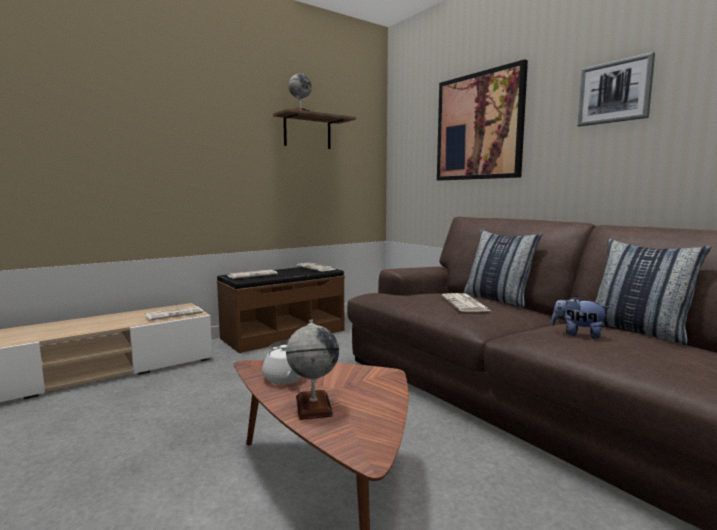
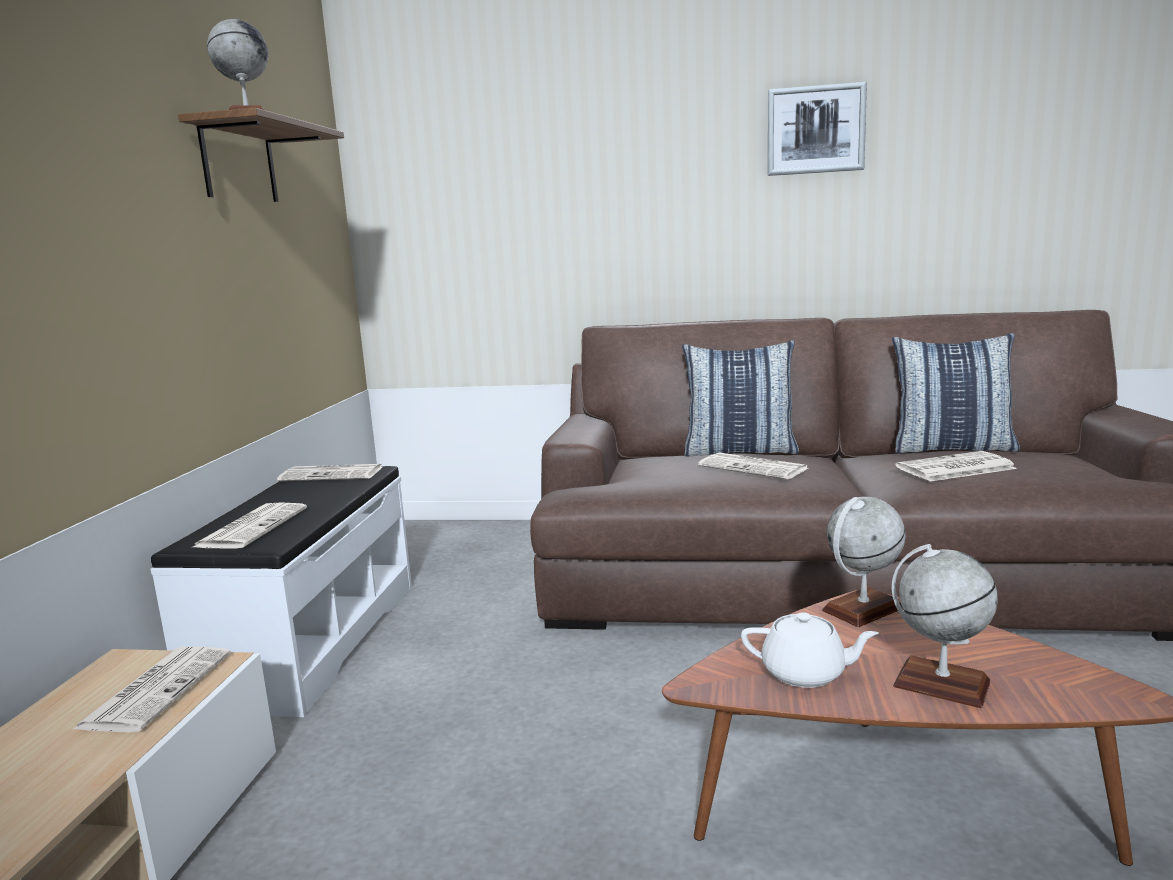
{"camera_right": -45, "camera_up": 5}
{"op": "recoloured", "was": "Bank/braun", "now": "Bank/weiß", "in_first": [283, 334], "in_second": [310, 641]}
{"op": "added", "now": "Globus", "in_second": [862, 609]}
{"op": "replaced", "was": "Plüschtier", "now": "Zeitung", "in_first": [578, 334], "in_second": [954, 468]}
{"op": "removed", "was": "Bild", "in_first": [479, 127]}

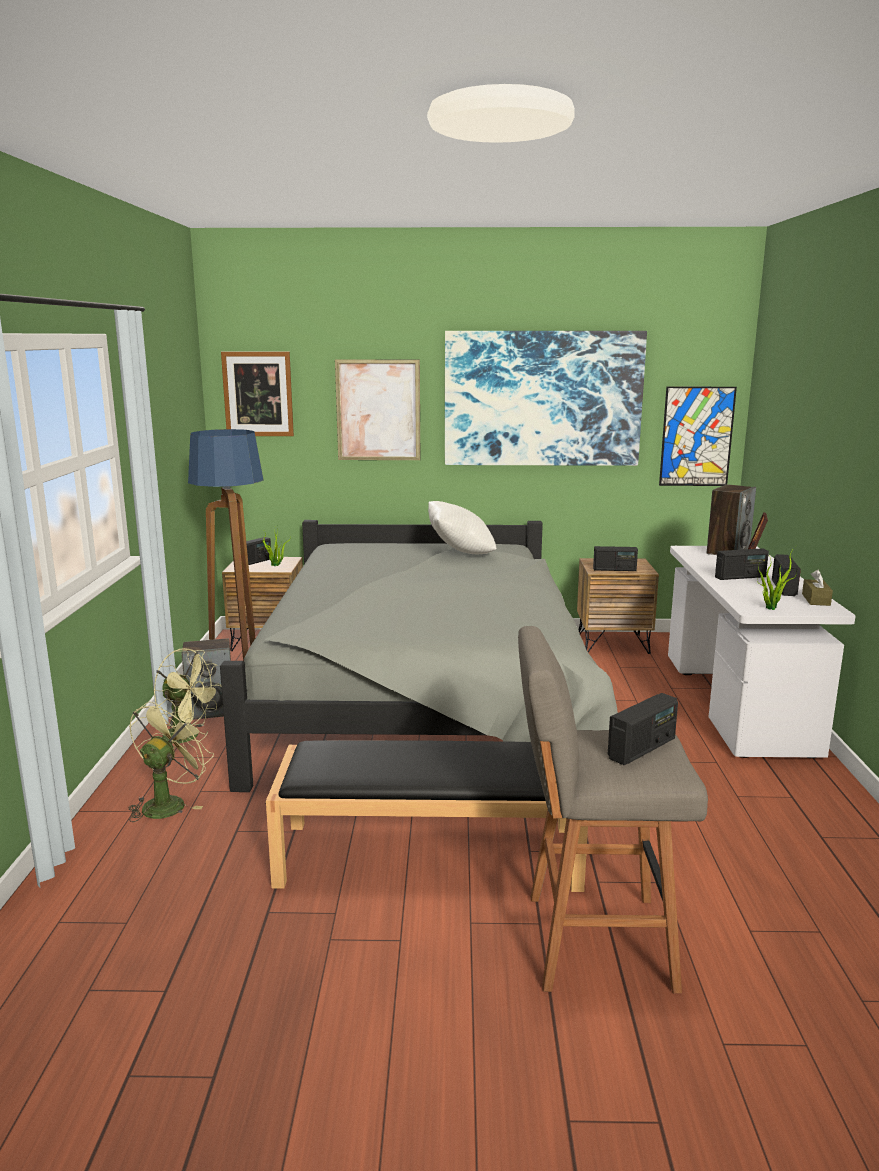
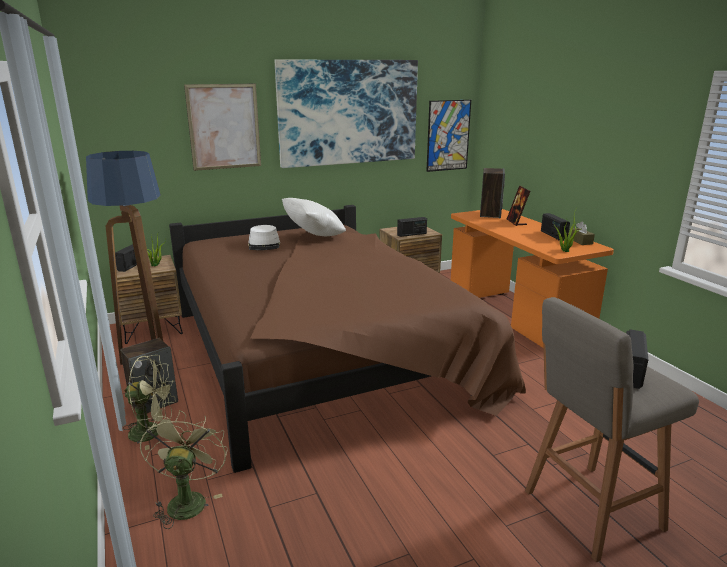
{"camera_right": -25, "camera_up": 5}
{"op": "recoloured", "was": "Bett/grau", "now": "Bett/braun", "in_first": [429, 701], "in_second": [324, 354]}
{"op": "added", "now": "Hut/weiß", "in_second": [264, 245]}
{"op": "recoloured", "was": "Schreibtisch/weiß", "now": "Schreibtisch/orange", "in_first": [737, 702], "in_second": [515, 313]}
{"op": "removed", "was": "Bild", "in_first": [258, 394]}
{"op": "removed", "was": "Bank/schwarz", "in_first": [431, 854]}
{"op": "removed", "was": "Radio", "in_first": [740, 577]}

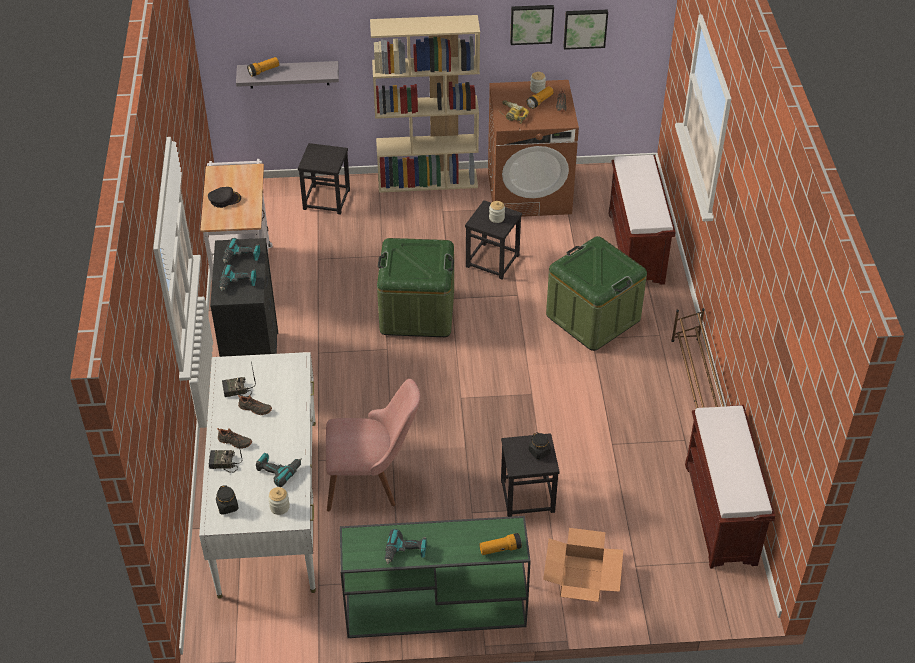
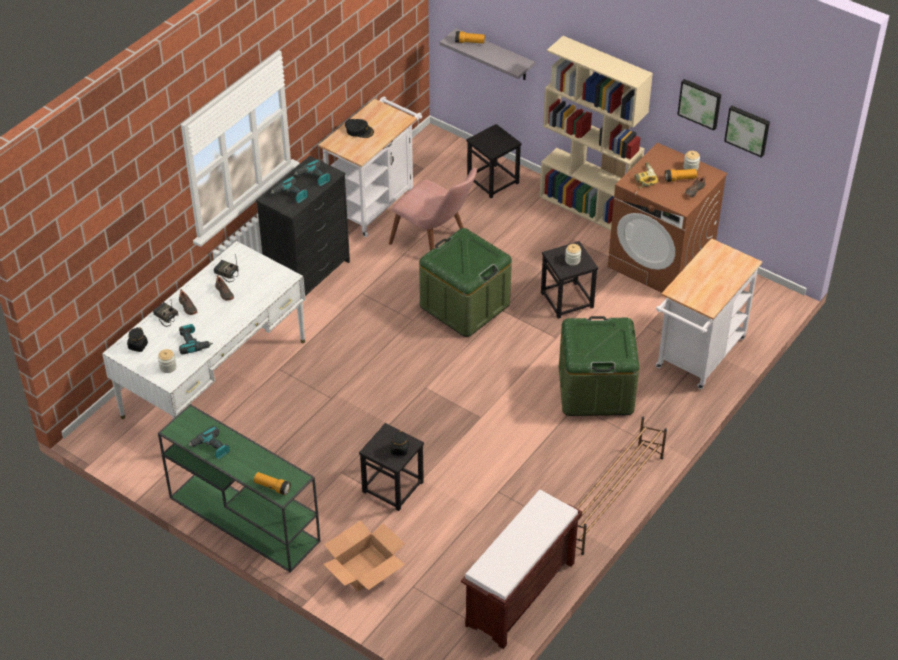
{"camera_right": 40, "camera_up": 0}
{"op": "moved", "was": "Stuhl/rosa", "in_first": [372, 480], "in_second": [436, 242]}
{"op": "replaced", "was": "Bank/braun", "now": "Rollwagen/weiß", "in_first": [636, 248], "in_second": [697, 357]}

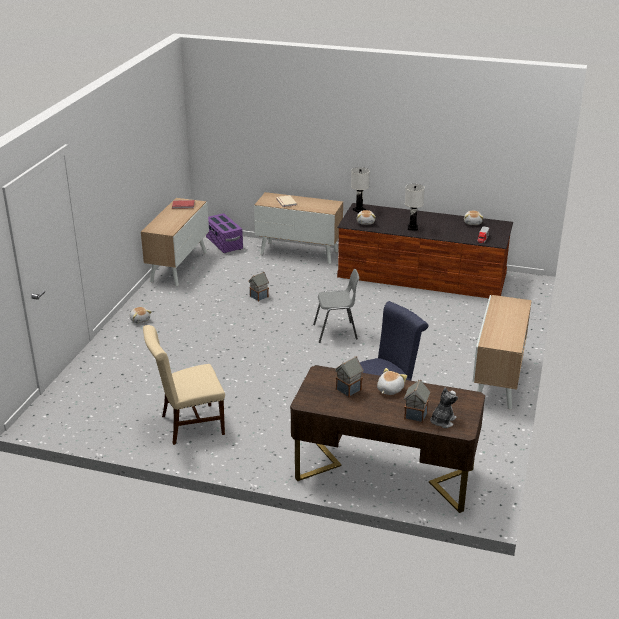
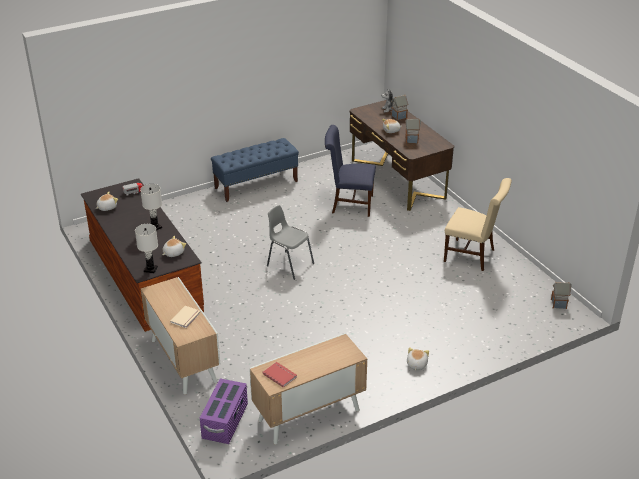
{"camera_right": -135, "camera_up": 5}
{"op": "replaced", "was": "Schrank", "now": "Bank/blau", "in_first": [498, 380], "in_second": [256, 184]}
{"op": "moved", "was": "Spielzeughaus", "in_first": [259, 297], "in_second": [559, 304]}

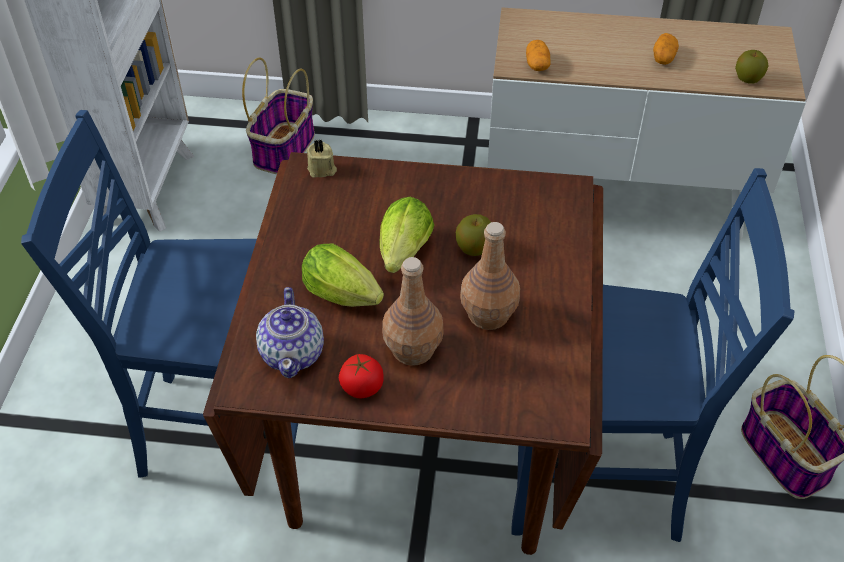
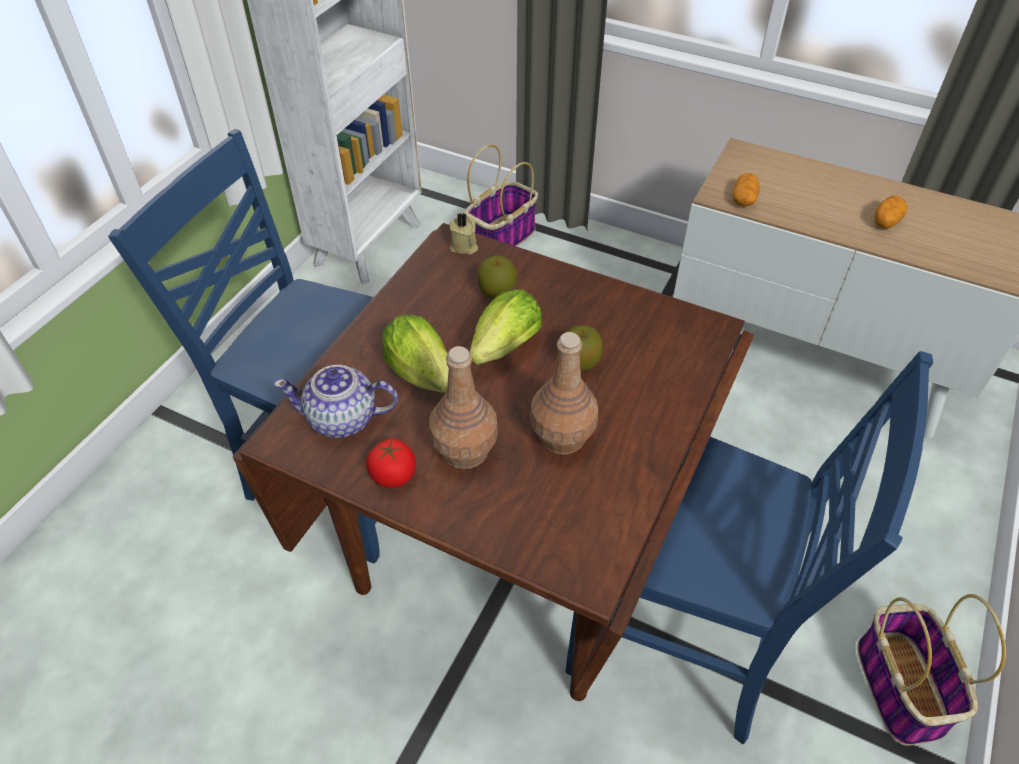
{"camera_right": 20, "camera_up": 0}
{"op": "turned", "was": "Teekanne", "in_first": [293, 353], "in_second": [343, 419], "clockwise": 75}
{"op": "moved", "was": "Apfel", "in_first": [748, 79], "in_second": [497, 292]}

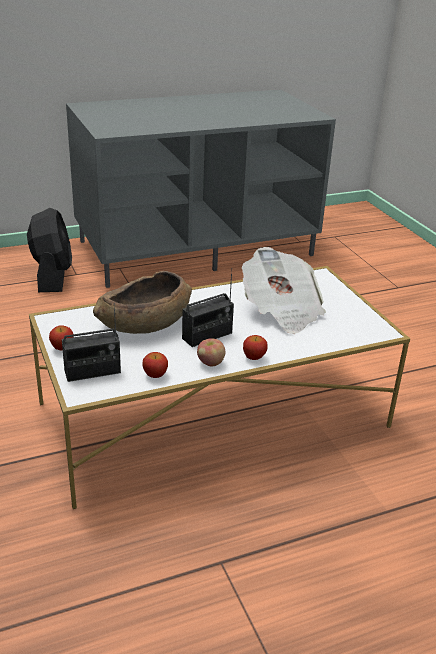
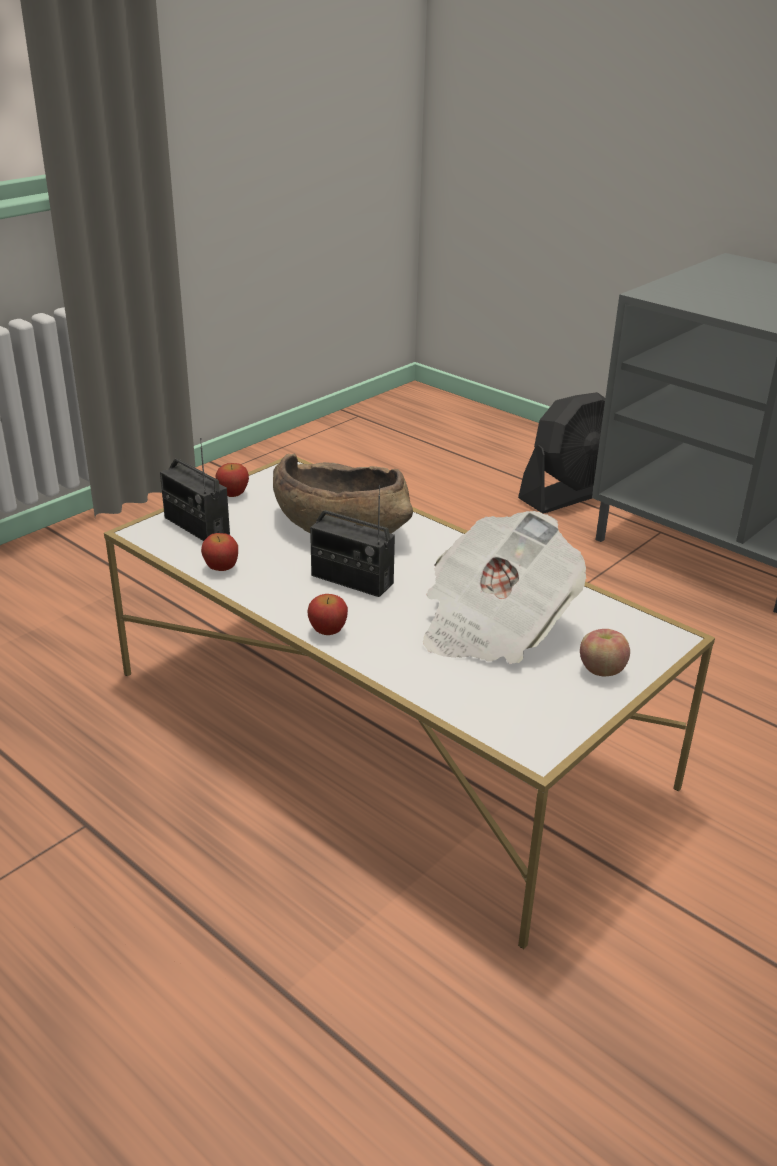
{"camera_right": 65, "camera_up": 0}
{"op": "moved", "was": "Apfel", "in_first": [210, 363], "in_second": [601, 670]}

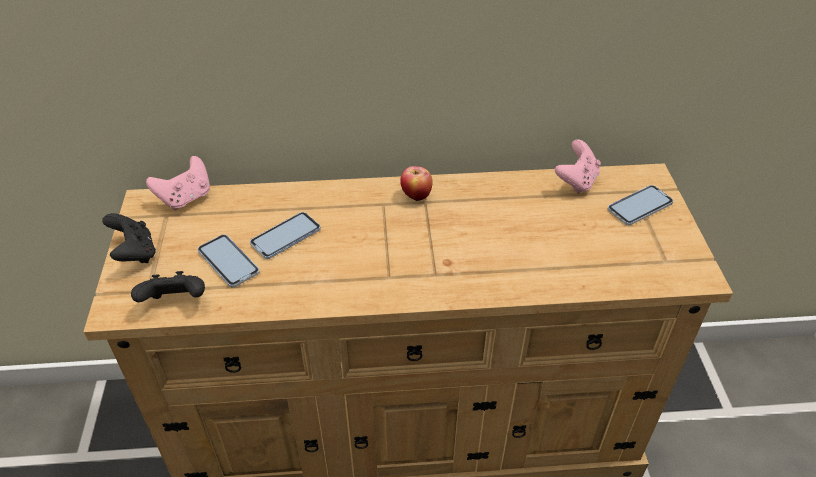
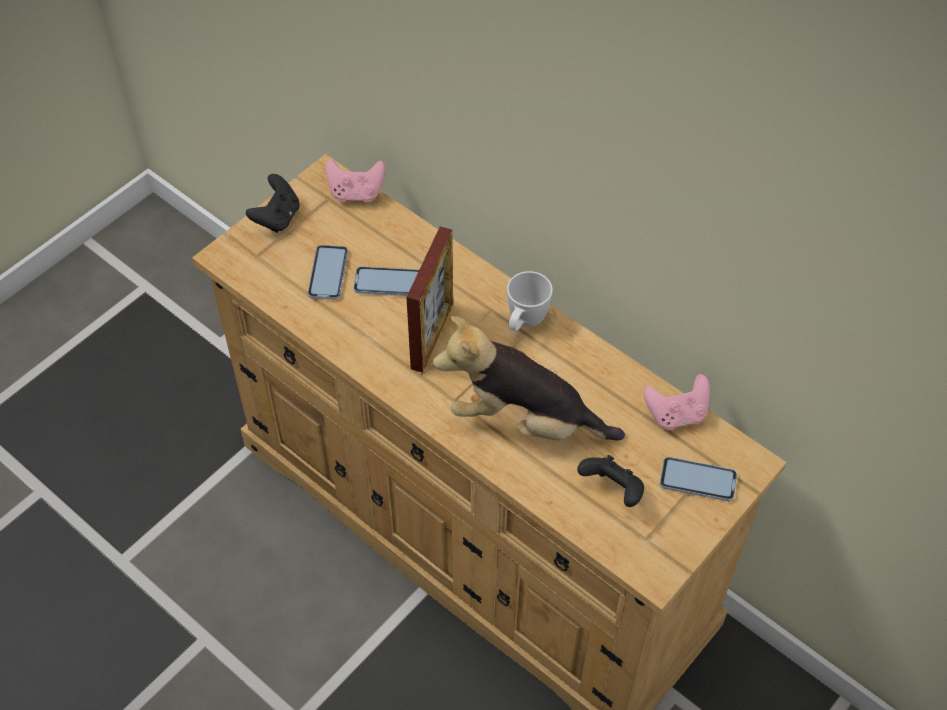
{"camera_right": 45, "camera_up": 10}
{"op": "added", "now": "Bilderrahmen", "in_second": [432, 335]}
{"op": "added", "now": "Plüschtier", "in_second": [524, 421]}
{"op": "replaced", "was": "Apfel", "now": "Henkelbecher/weiß", "in_first": [416, 196], "in_second": [524, 323]}
{"op": "moved", "was": "Gamepad/schwarz", "in_first": [176, 302], "in_second": [612, 490]}

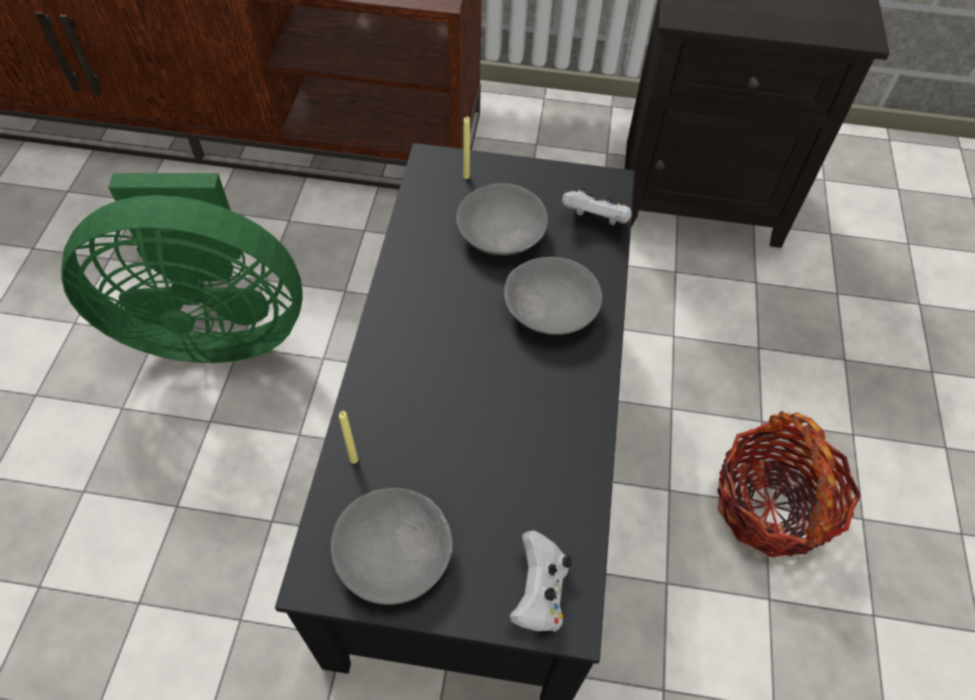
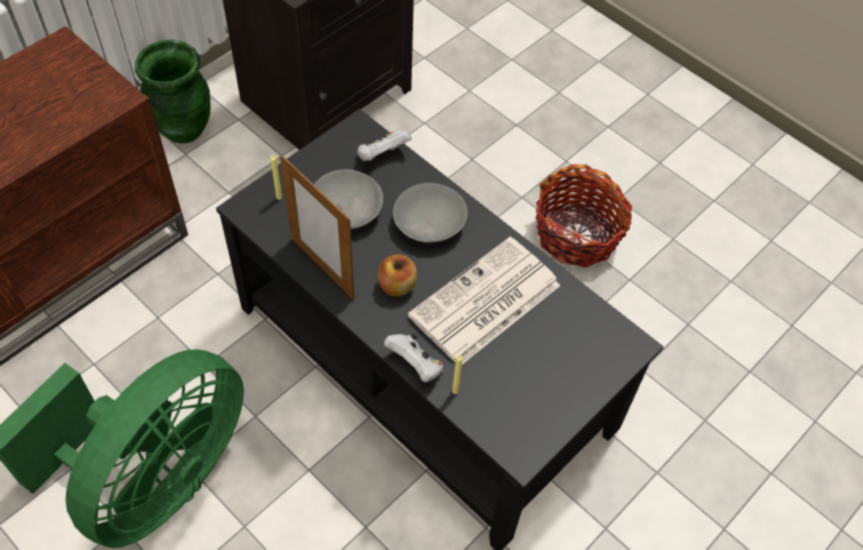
{"camera_right": -55, "camera_up": 0}
{"op": "added", "now": "Vase/grün", "in_second": [183, 128]}
{"op": "added", "now": "Bilderrahmen", "in_second": [322, 268]}
{"op": "added", "now": "Apfel", "in_second": [397, 286]}
{"op": "moved", "was": "Gamepad/weiß", "in_first": [539, 593], "in_second": [415, 365]}
{"op": "added", "now": "Zeitung", "in_second": [484, 303]}
{"op": "removed", "was": "Schüssel/grau", "in_first": [395, 554]}

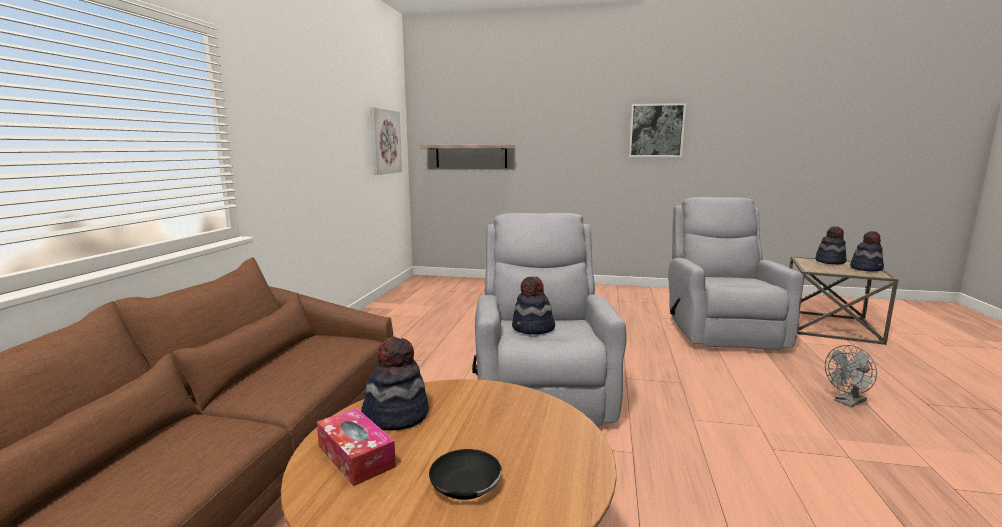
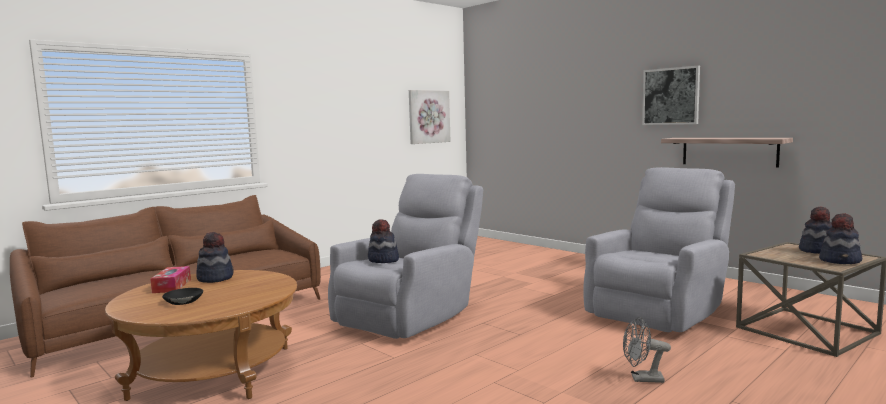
{"camera_right": 35, "camera_up": -5}
{"op": "moved", "was": "Wandregal", "in_first": [471, 156], "in_second": [729, 151]}

